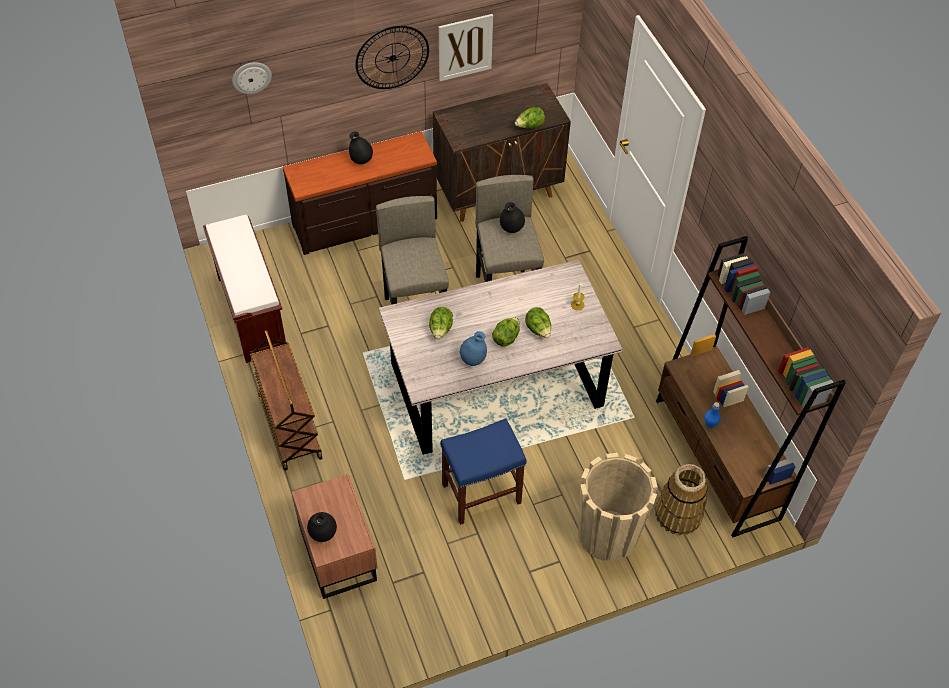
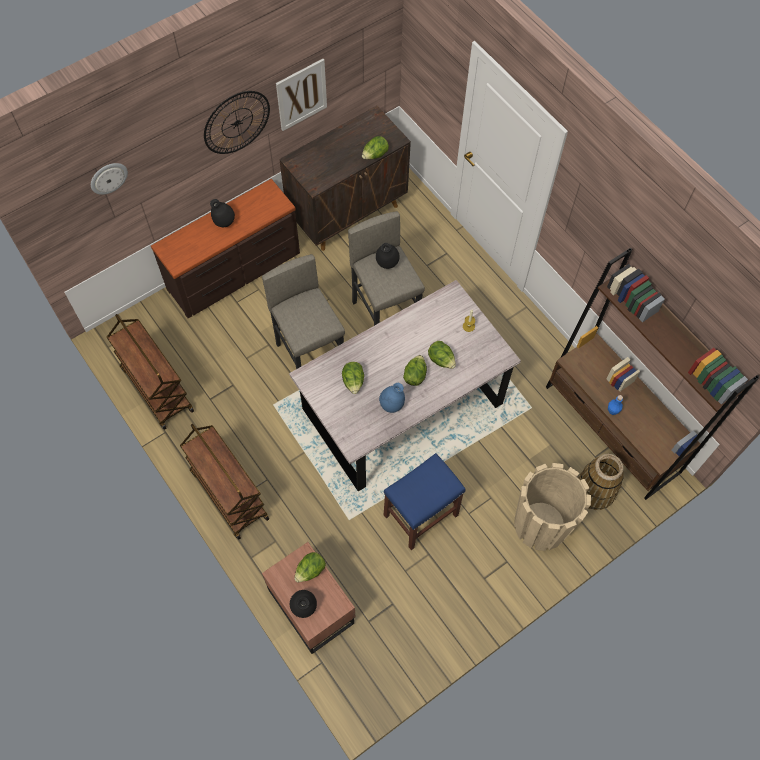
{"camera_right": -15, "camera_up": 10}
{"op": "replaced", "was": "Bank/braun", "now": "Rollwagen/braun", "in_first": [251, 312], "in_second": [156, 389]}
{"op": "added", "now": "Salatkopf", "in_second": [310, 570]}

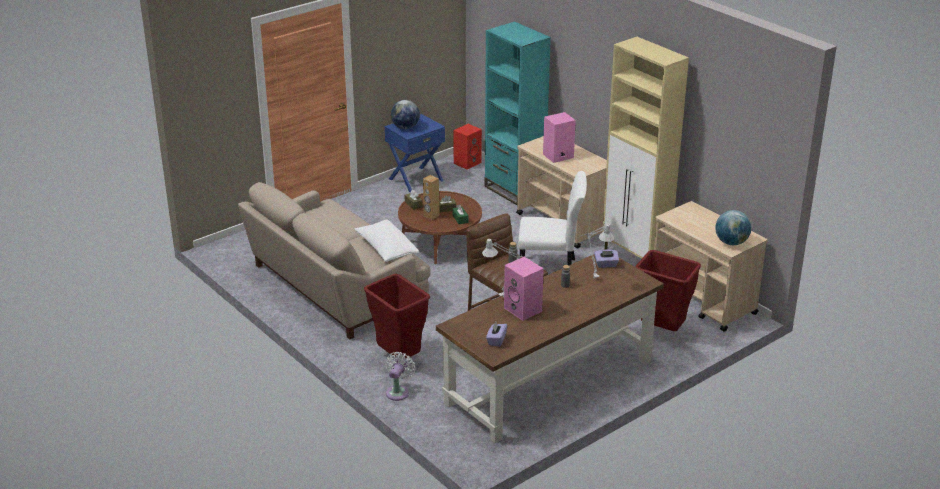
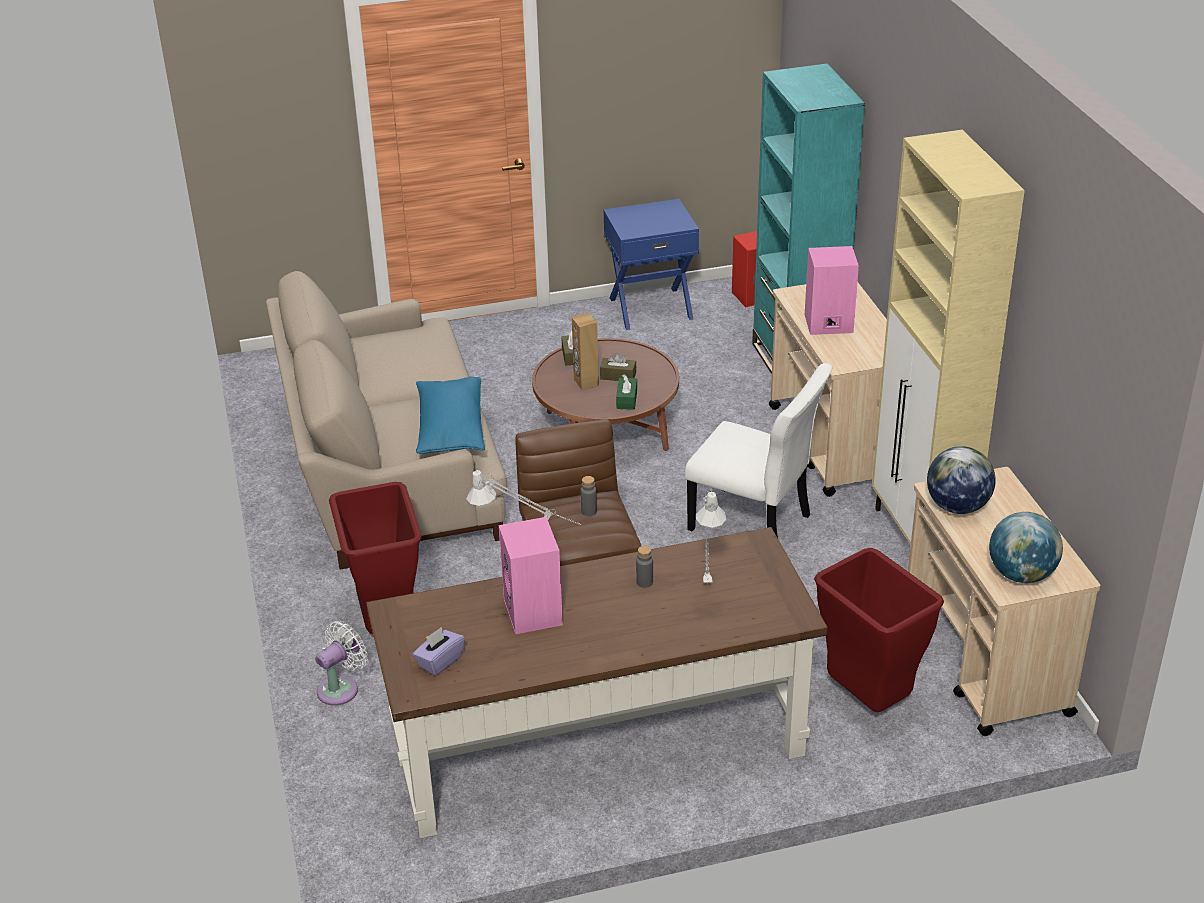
{"camera_right": 25, "camera_up": 5}
{"op": "recoloured", "was": "Kissen/weiß", "now": "Kissen/blau", "in_first": [386, 249], "in_second": [450, 430]}
{"op": "moved", "was": "Globus", "in_first": [405, 127], "in_second": [957, 506]}
{"op": "removed", "was": "Taschentuchbox/lila", "in_first": [606, 265]}

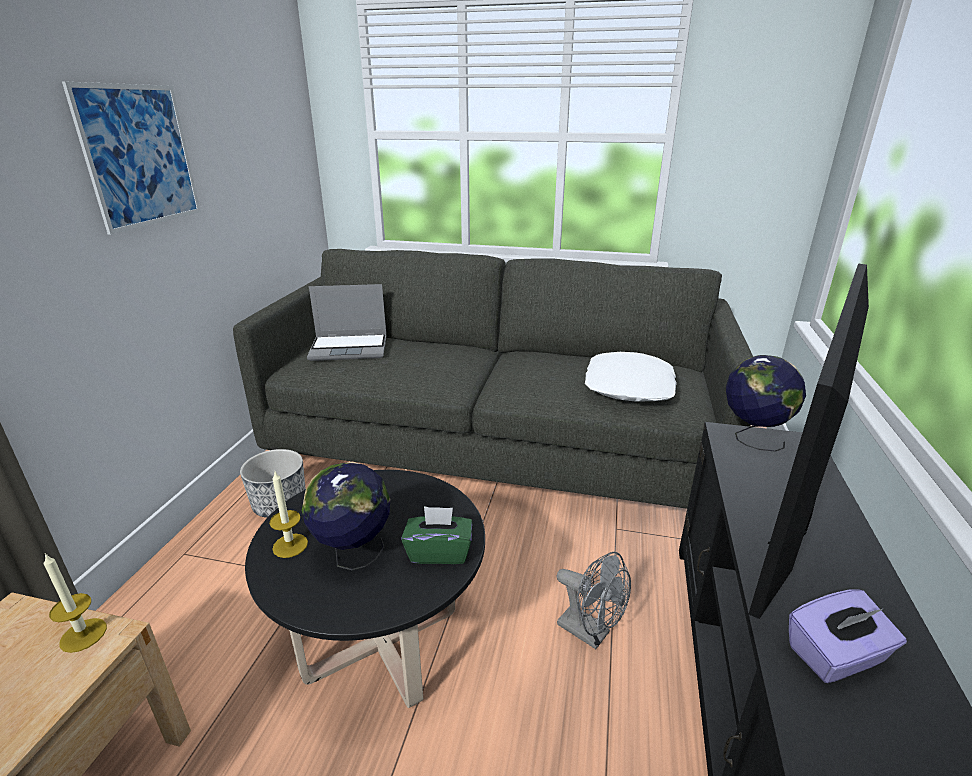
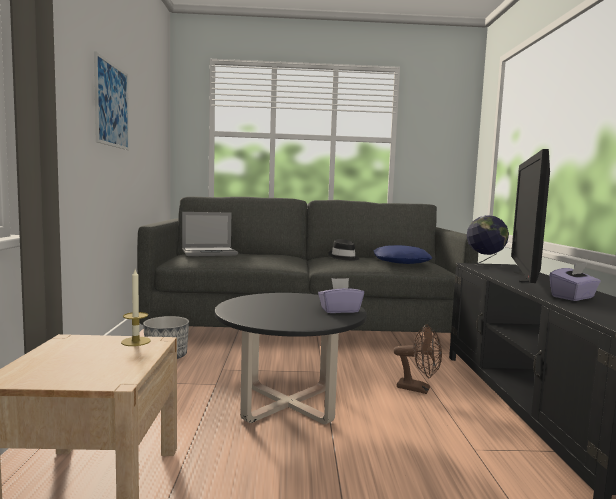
{"camera_right": -15, "camera_up": -20}
{"op": "recoloured", "was": "Taschentuchbox/grün", "now": "Taschentuchbox/lila", "in_first": [439, 552], "in_second": [339, 310]}
{"op": "added", "now": "Hut/schwarz", "in_second": [344, 257]}
{"op": "recoloured", "was": "Kissen/weiß", "now": "Kissen/blau", "in_first": [629, 386], "in_second": [401, 262]}
{"op": "recoloured", "was": "Ventilator/grau", "now": "Ventilator/braun", "in_first": [590, 633], "in_second": [419, 389]}
{"op": "removed", "was": "Kerze", "in_first": [290, 545]}
{"op": "removed", "was": "Globus", "in_first": [353, 555]}

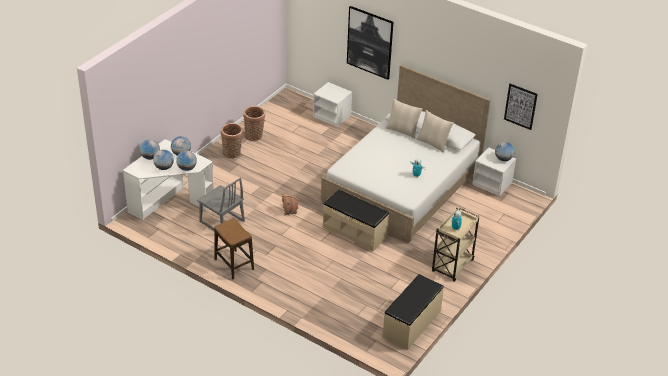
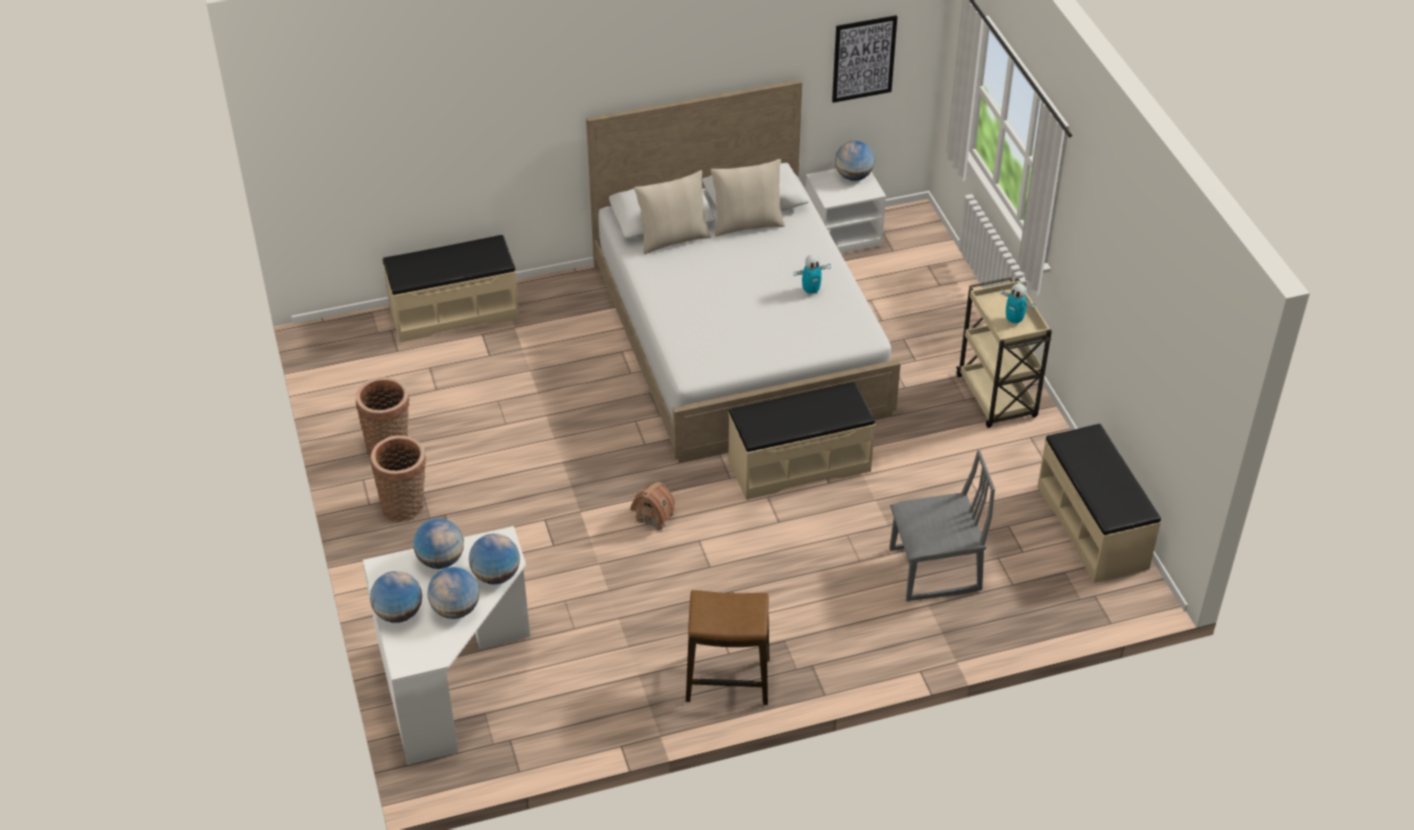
{"camera_right": -50, "camera_up": 5}
{"op": "replaced", "was": "Nachttisch/weiß", "now": "Bank/beige", "in_first": [332, 116], "in_second": [454, 313]}
{"op": "moved", "was": "Stuhl/grau", "in_first": [221, 222], "in_second": [935, 571]}
{"op": "removed", "was": "Bild", "in_first": [370, 42]}

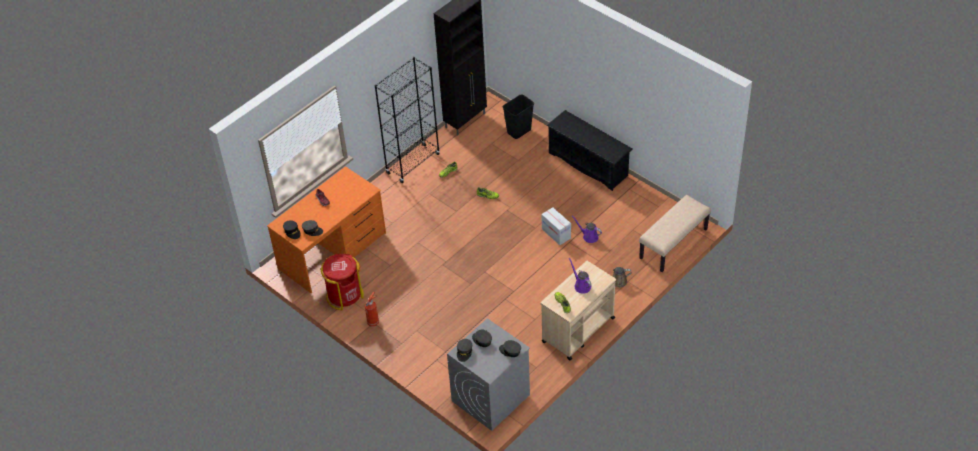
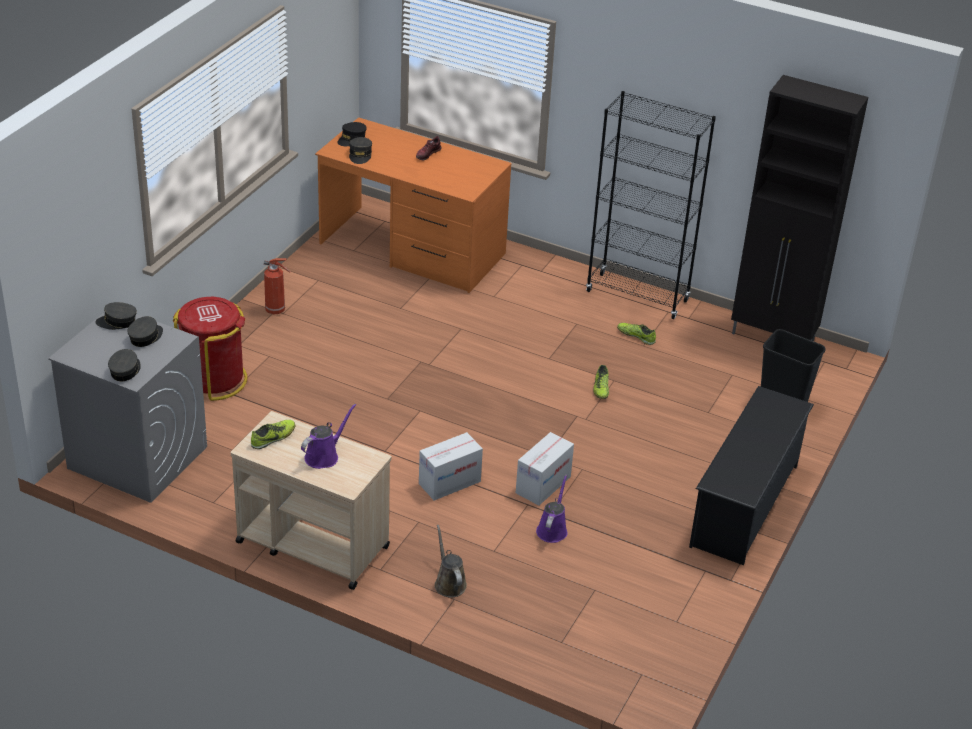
{"camera_right": 70, "camera_up": -10}
{"op": "moved", "was": "Mülleimer/rot", "in_first": [344, 295], "in_second": [214, 379]}
{"op": "added", "now": "Karton", "in_second": [449, 483]}
{"op": "removed", "was": "Bank/beige", "in_first": [673, 244]}

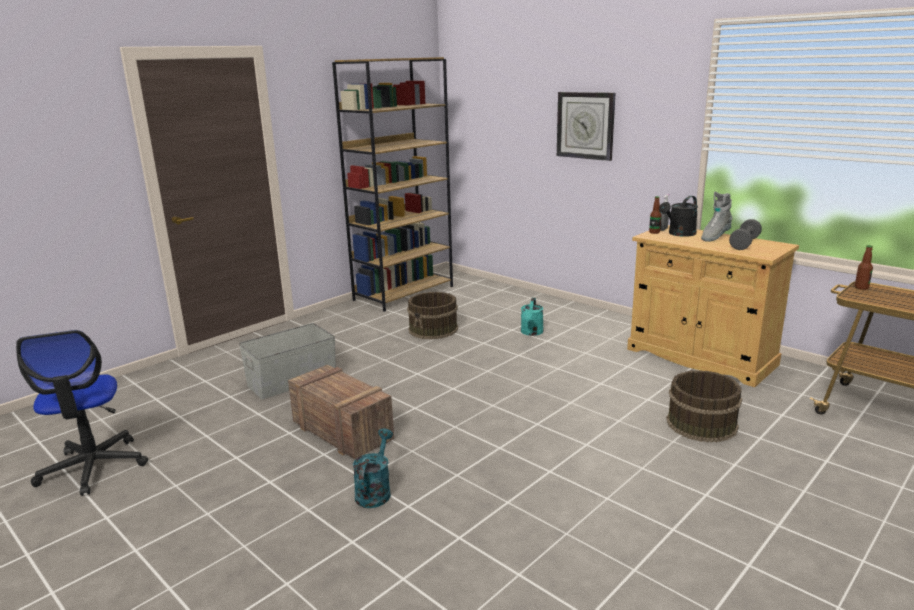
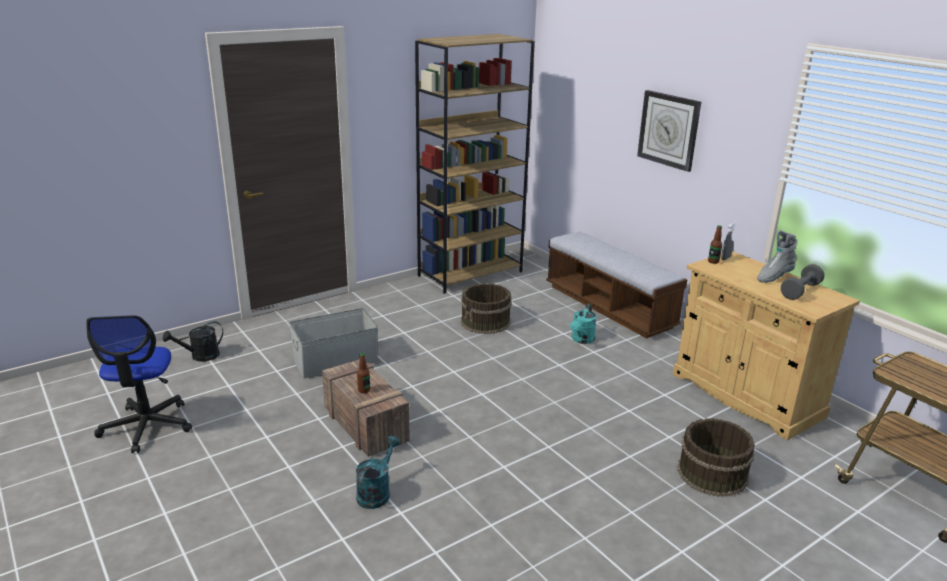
{"camera_right": 10, "camera_up": 5}
{"op": "moved", "was": "Gießkanne/schwarz", "in_first": [679, 234], "in_second": [200, 356]}
{"op": "moved", "was": "Flasche", "in_first": [861, 287], "in_second": [364, 390]}
{"op": "added", "now": "Bank", "in_second": [609, 306]}

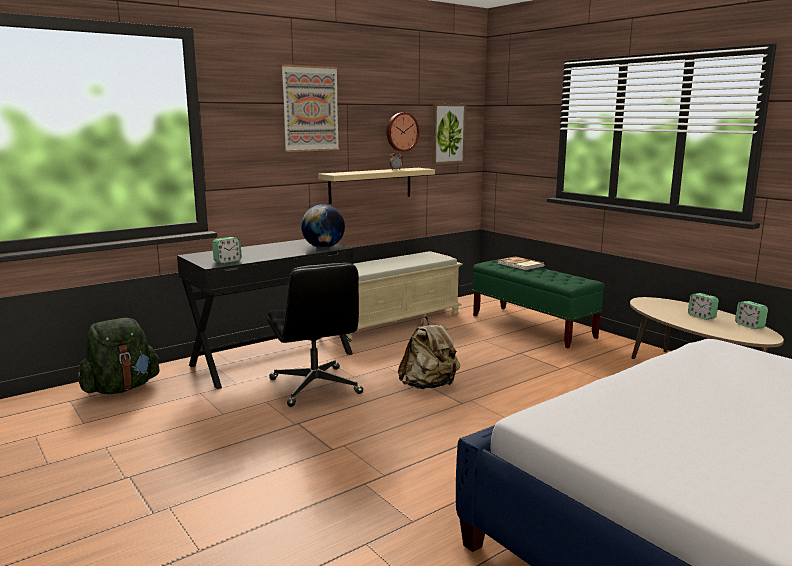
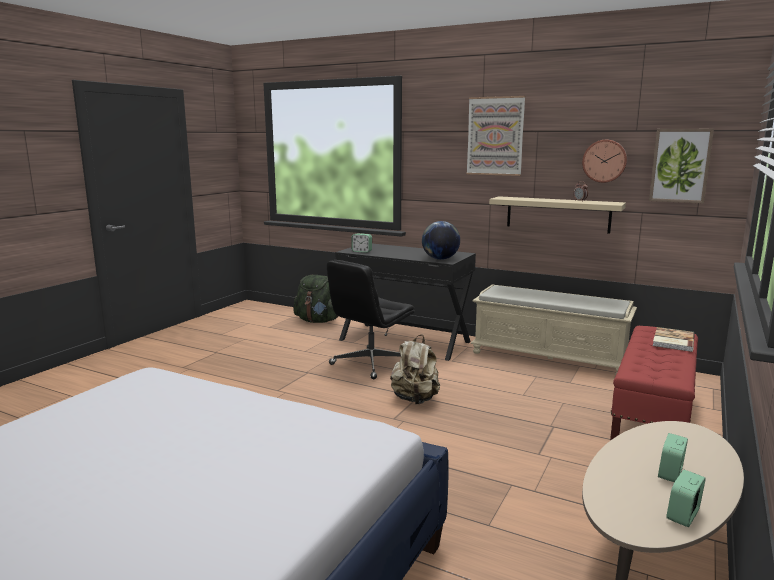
{"camera_right": 65, "camera_up": 0}
{"op": "recoloured", "was": "Bank/grün", "now": "Bank/rot", "in_first": [532, 327], "in_second": [652, 421]}

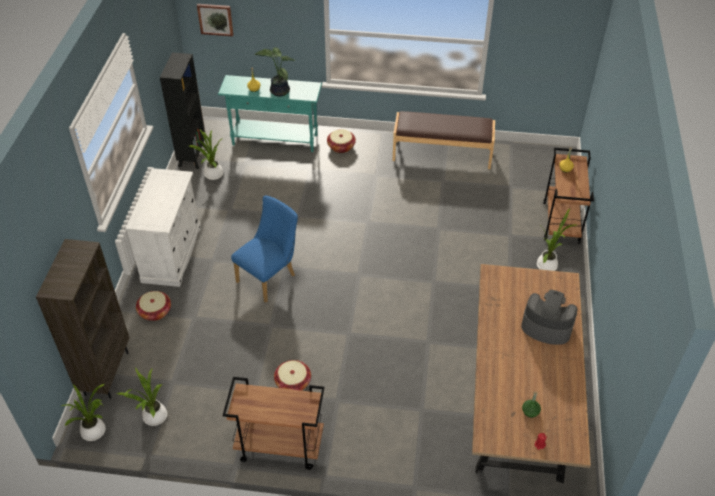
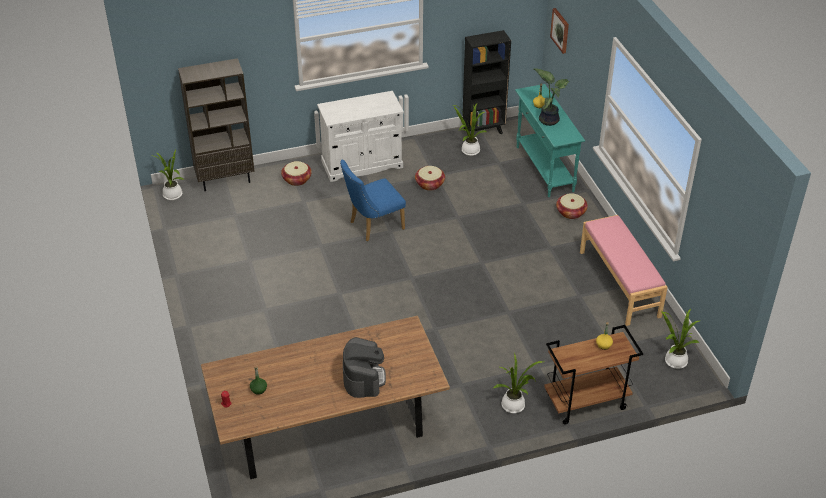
{"camera_right": 65, "camera_up": -5}
{"op": "turned", "was": "Stuhl/blau", "in_first": [270, 277], "in_second": [373, 226], "clockwise": 135}
{"op": "moved", "was": "Korb", "in_first": [293, 382], "in_second": [430, 184]}
{"op": "recoloured", "was": "Bank/braun", "now": "Bank/rosa", "in_first": [442, 154], "in_second": [620, 283]}
{"op": "moved", "was": "Topfpflanze", "in_first": [153, 418], "in_second": [673, 361]}
{"op": "removed", "was": "Rollwagen/braun", "in_first": [279, 447]}

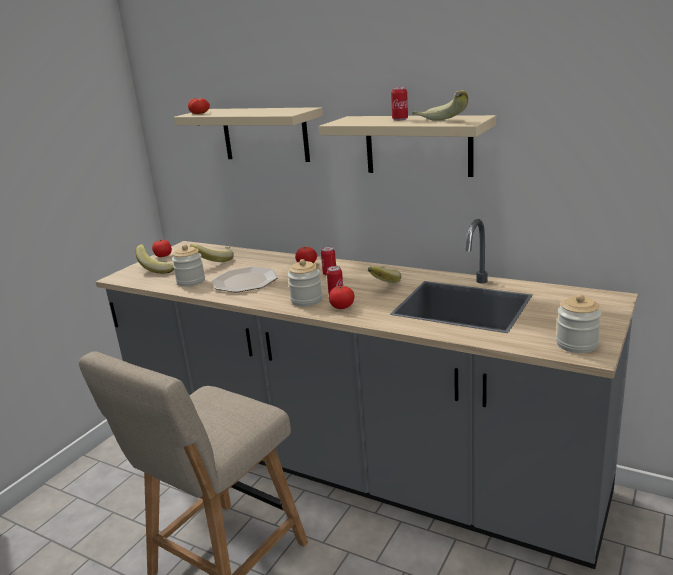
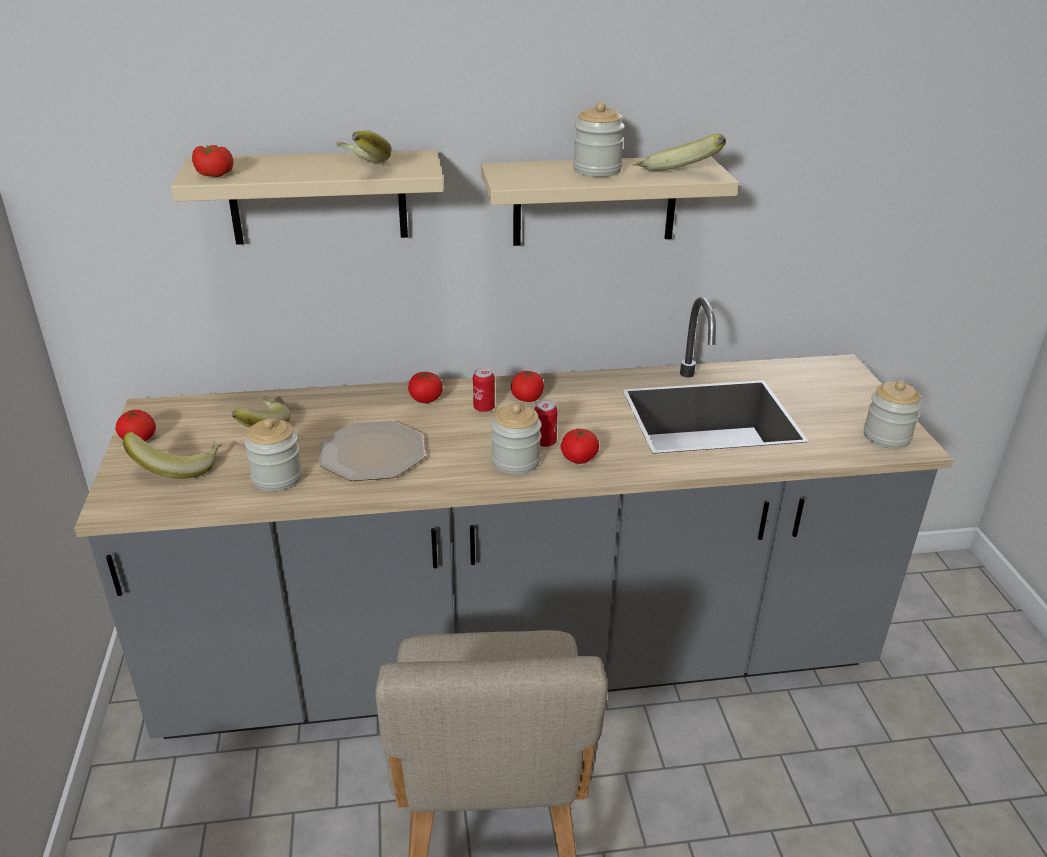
{"camera_right": -40, "camera_up": 10}
{"op": "moved", "was": "Banane", "in_first": [381, 284], "in_second": [358, 168]}
{"op": "added", "now": "Tomate", "in_second": [527, 398]}
{"op": "replaced", "was": "Dose", "now": "Vorratsglas", "in_first": [400, 119], "in_second": [597, 170]}

